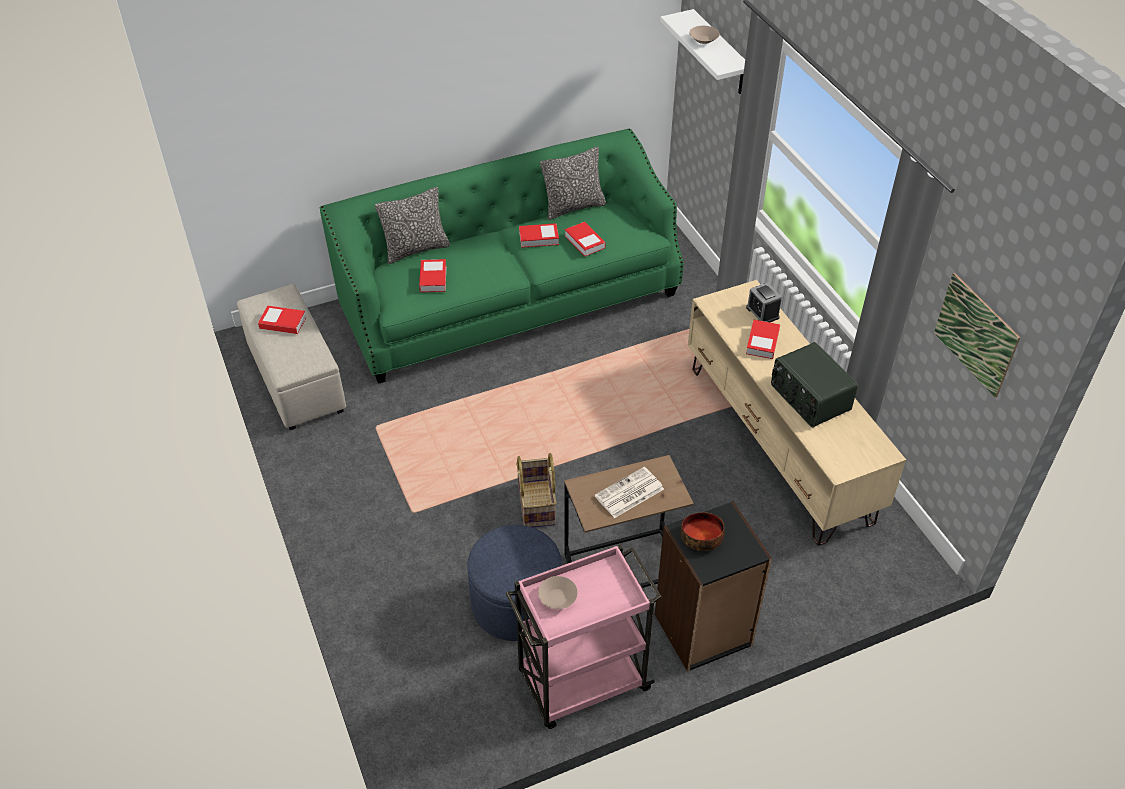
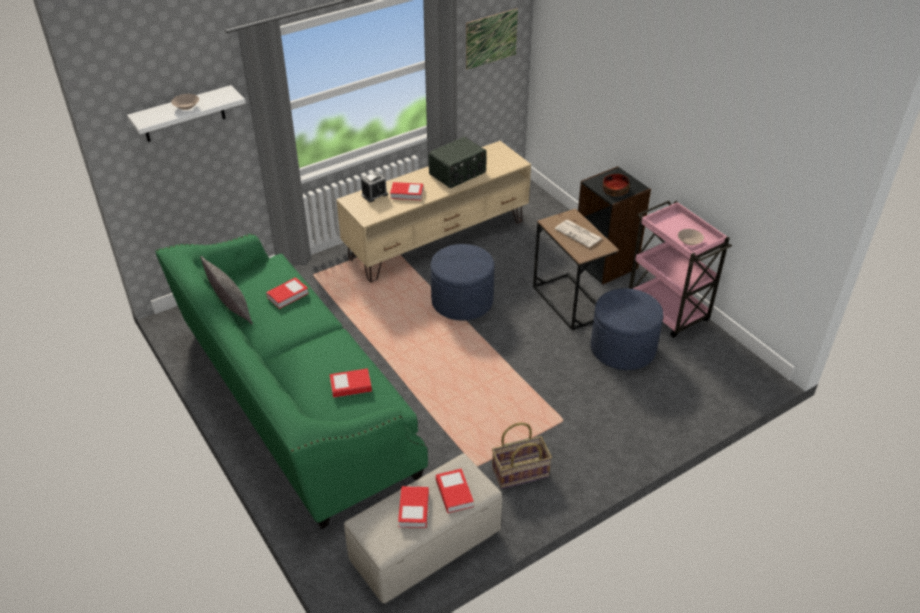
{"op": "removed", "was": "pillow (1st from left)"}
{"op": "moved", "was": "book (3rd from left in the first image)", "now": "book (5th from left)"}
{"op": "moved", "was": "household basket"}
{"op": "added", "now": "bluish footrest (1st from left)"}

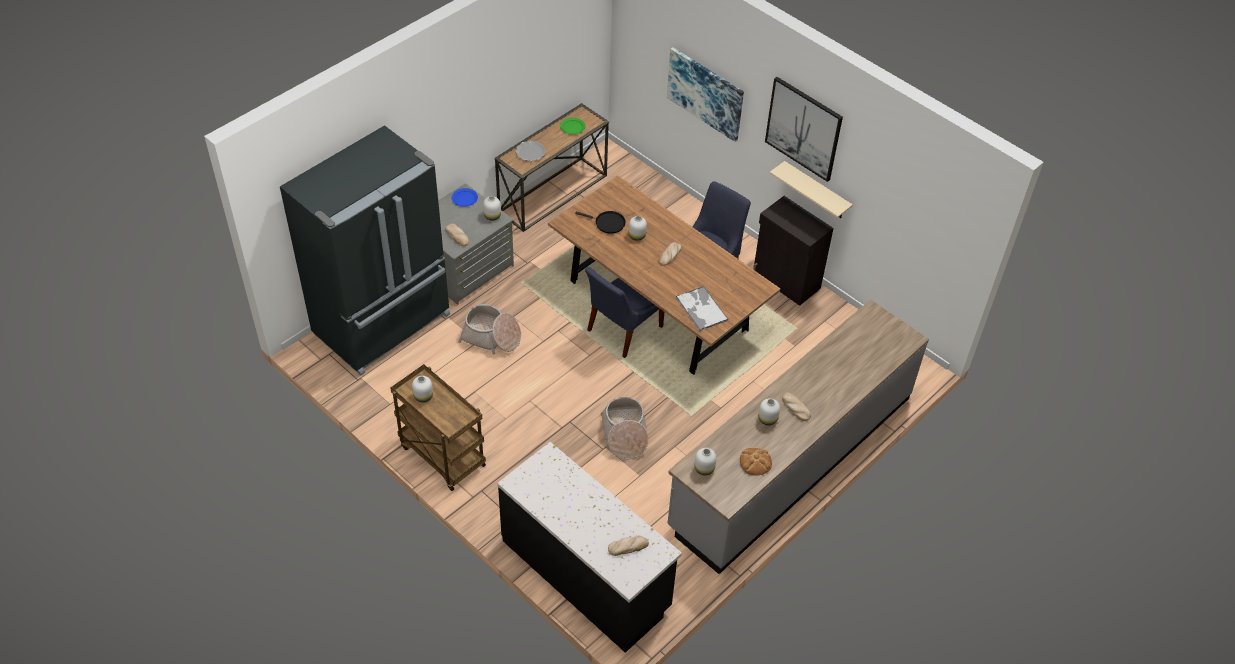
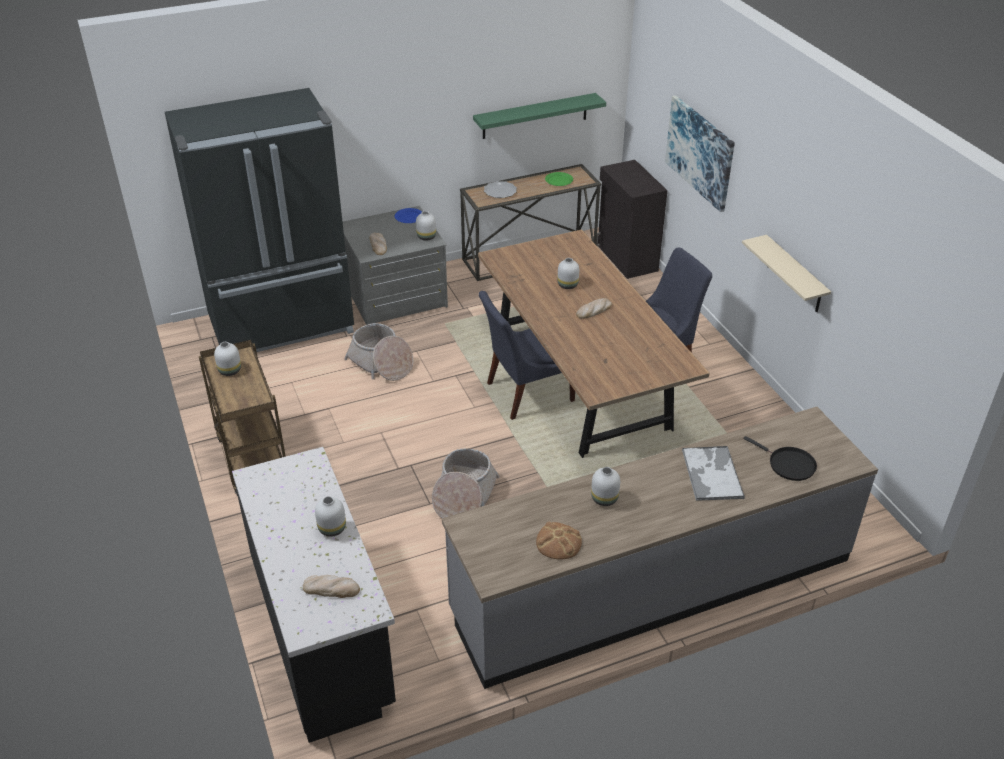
{"op": "removed", "was": "picture (2nd from left)"}
{"op": "moved", "was": "blackish cabinet"}
{"op": "moved", "was": "blackish frying pan"}
{"op": "moved", "was": "tray"}
{"op": "removed", "was": "bakery bread (5th from left)"}
{"op": "moved", "was": "white flower vase (4th from left in the first image)", "now": "white flower vase (2nd from left)"}
{"op": "added", "now": "green-coloured shelf"}

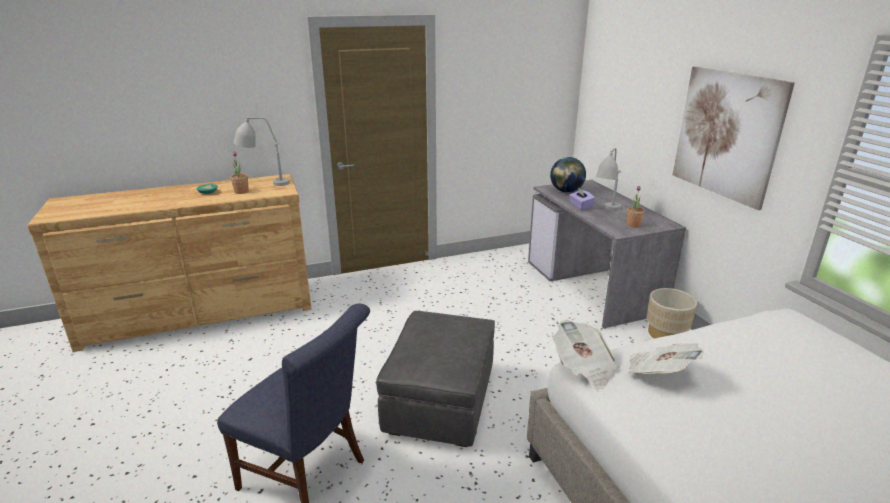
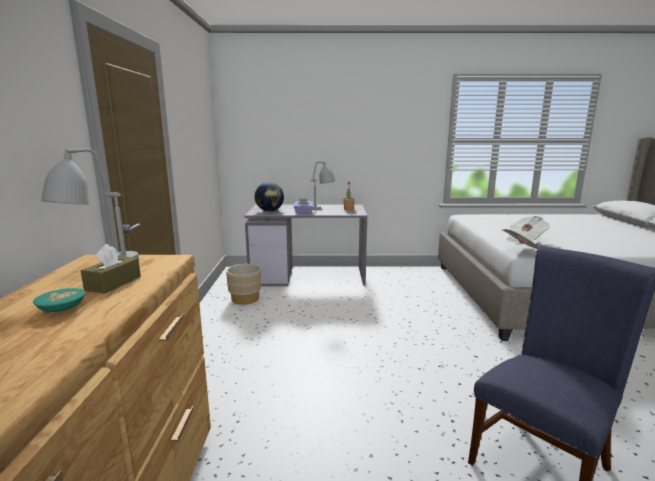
{"op": "removed", "was": "picture"}
{"op": "replaced", "was": "plant in a pot (1st from left)", "now": "brownish tissue holder"}
{"op": "moved", "was": "beige-coloured planter"}
{"op": "removed", "was": "gray footrest"}

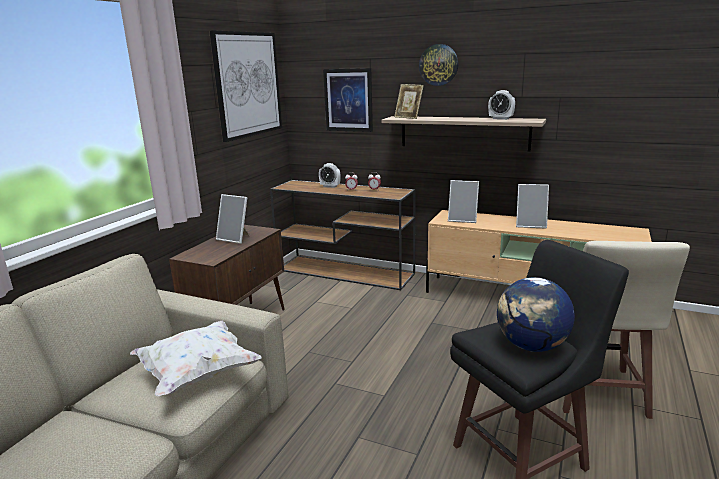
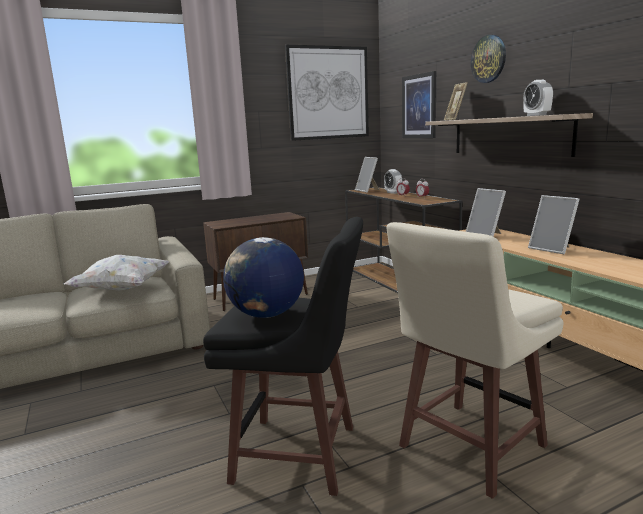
{"op": "moved", "was": "picture frame (1st from left)"}

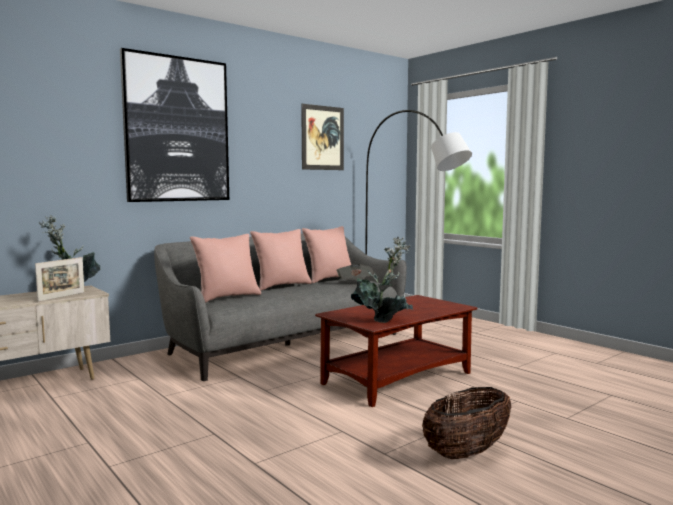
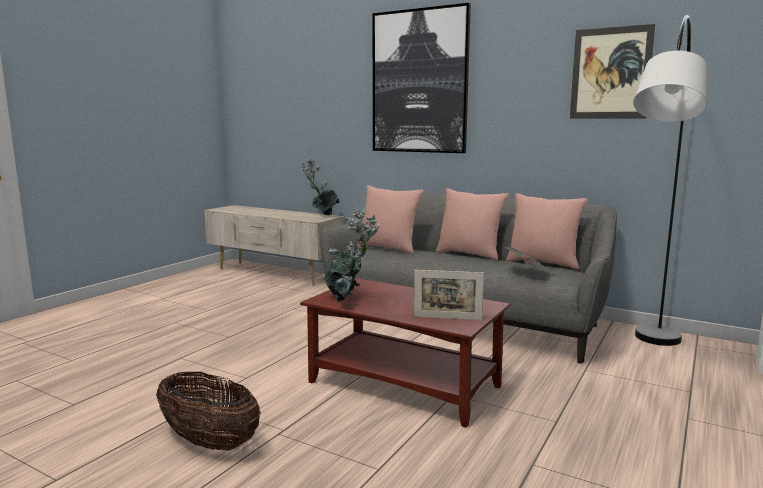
{"op": "moved", "was": "picture frame"}

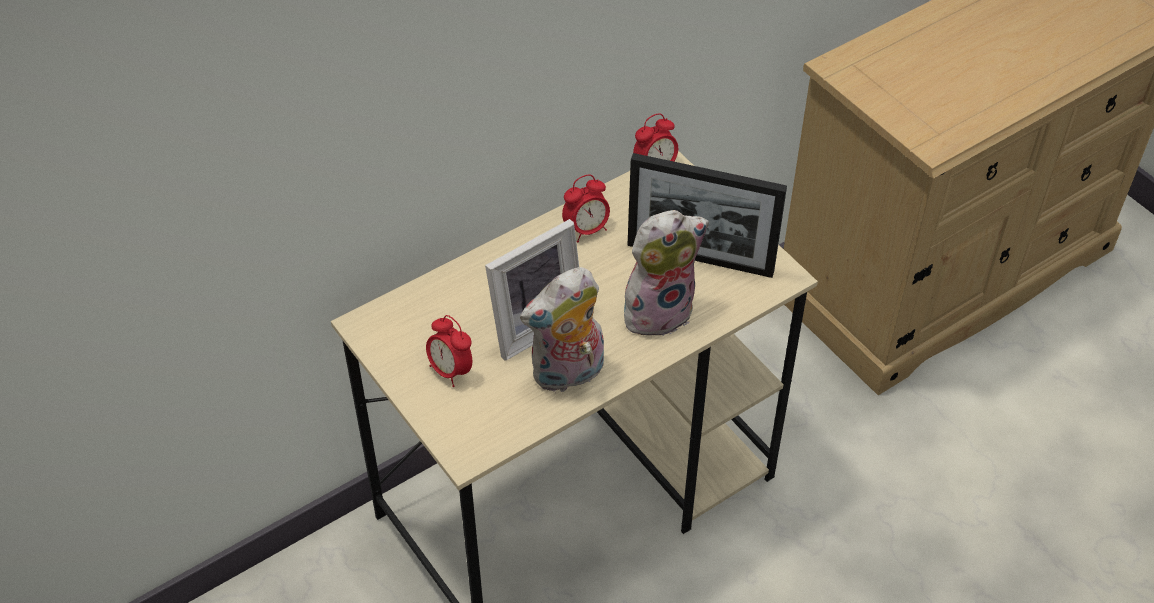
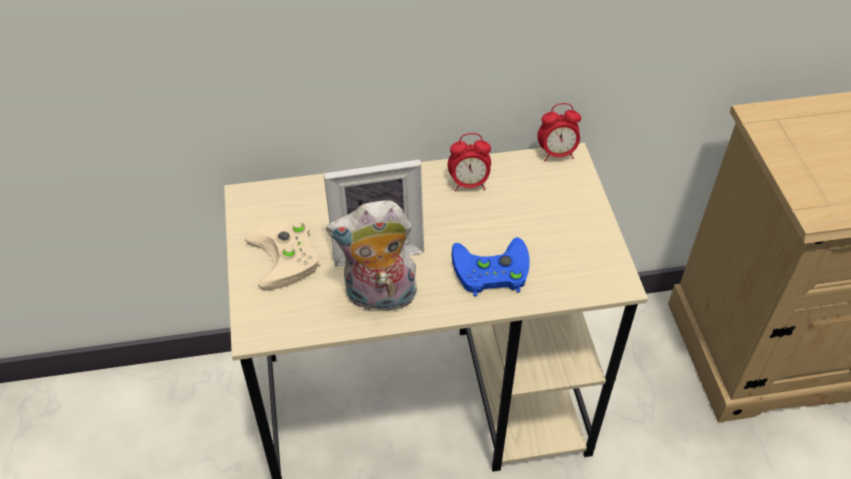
{"op": "removed", "was": "picture frame (2nd from left)"}
{"op": "replaced", "was": "soft toy (2nd from left)", "now": "bluish joypad"}
{"op": "replaced", "was": "bedside clock (1st from left)", "now": "beige-coloured joypad"}

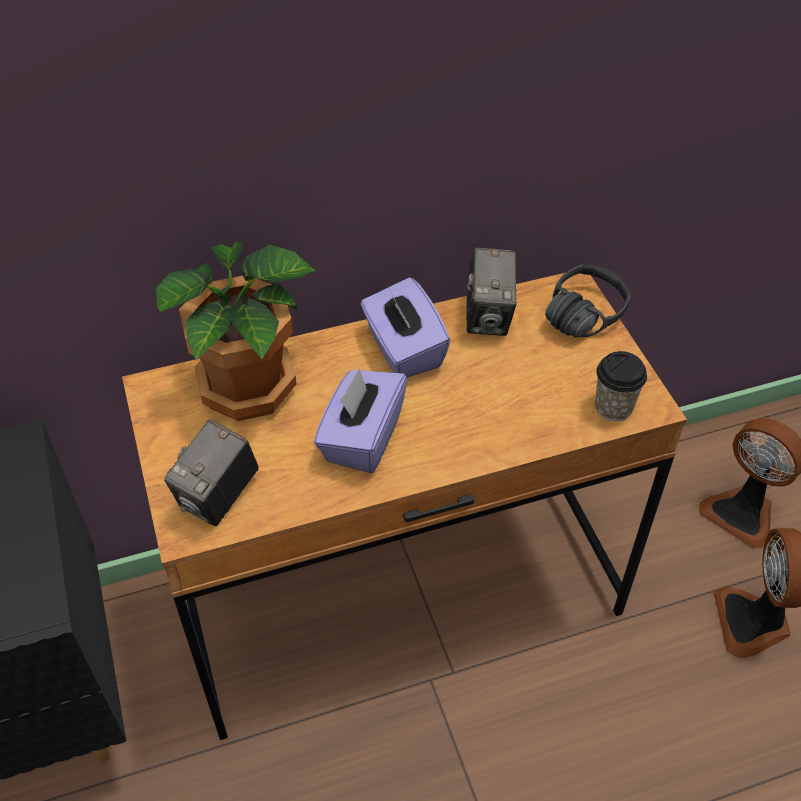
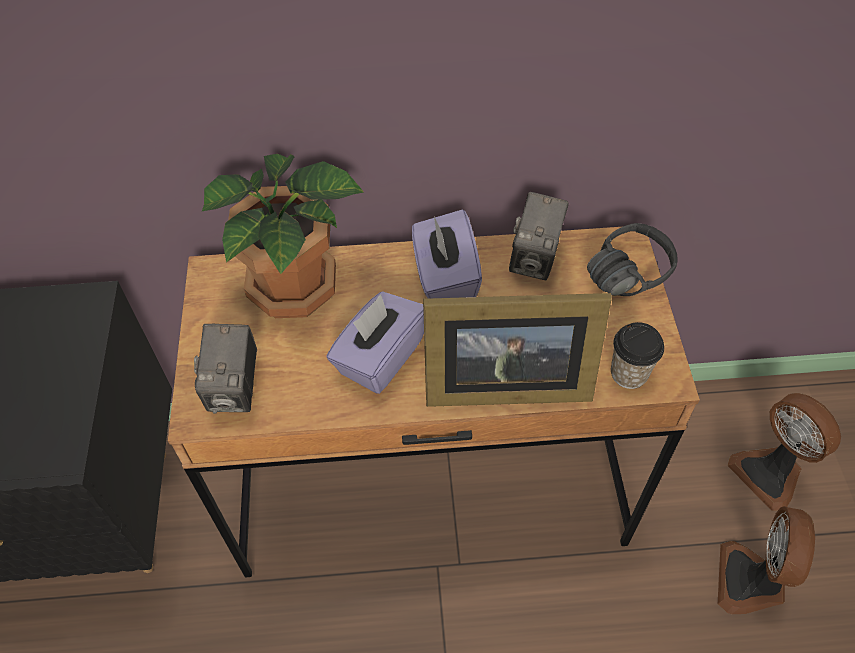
{"op": "turned", "was": "still camera (1st from left)", "clockwise": -45}
{"op": "added", "now": "picture frame"}

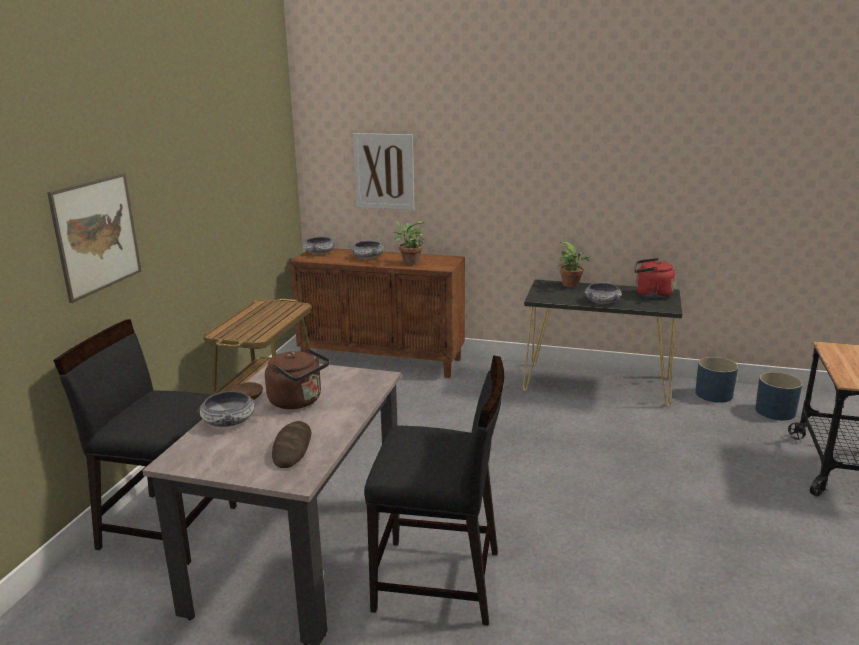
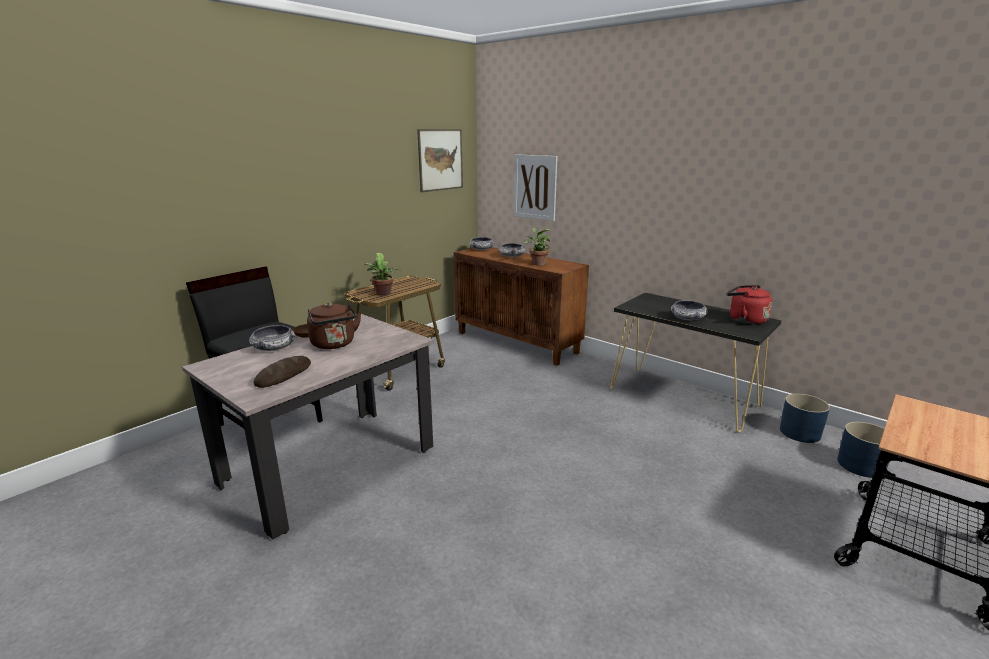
{"op": "moved", "was": "picture (1st from left)"}
{"op": "moved", "was": "plant in a pot (2nd from left in the first image)", "now": "plant in a pot (1st from left)"}
{"op": "removed", "was": "blackish plain chair (2nd from left)"}

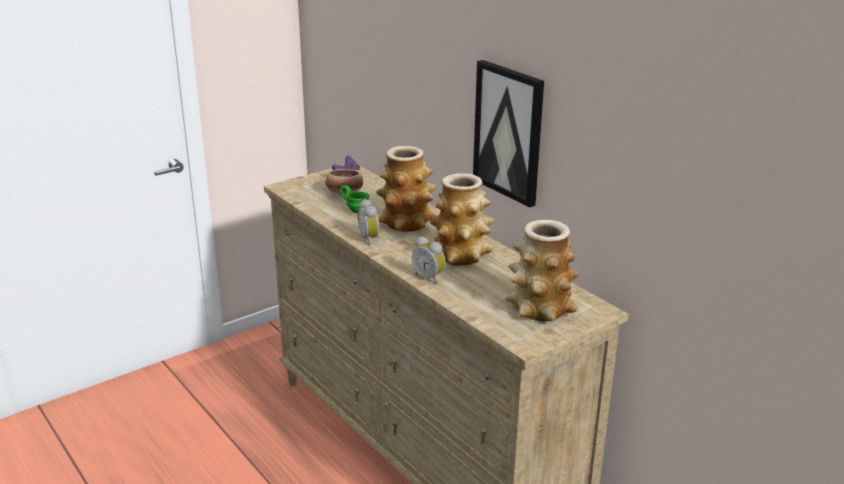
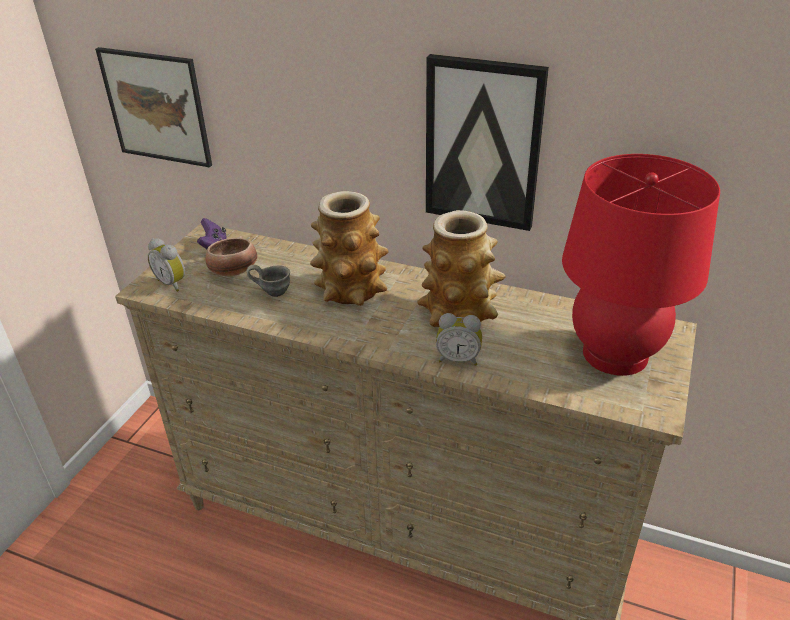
{"op": "recoloured", "was": "green-coloured mug", "now": "gray mug"}
{"op": "moved", "was": "bedside clock (1st from left)"}
{"op": "replaced", "was": "flower vase (3rd from left)", "now": "reddish table lamp"}
{"op": "added", "now": "picture (1st from left)"}

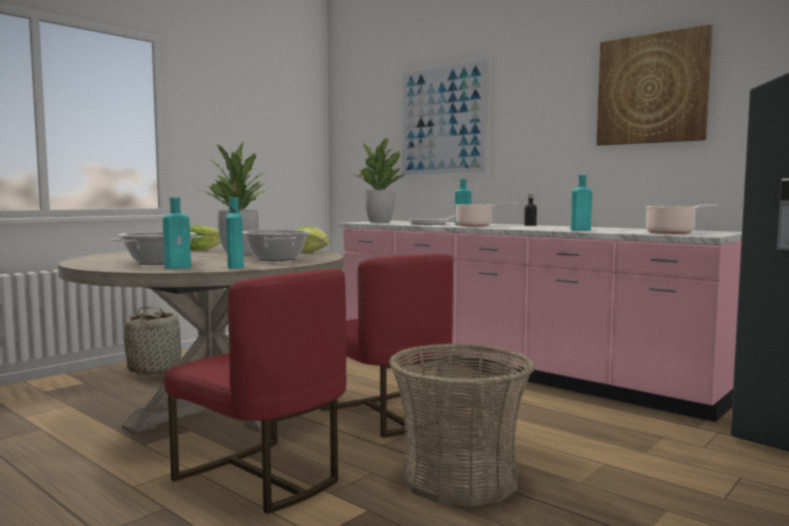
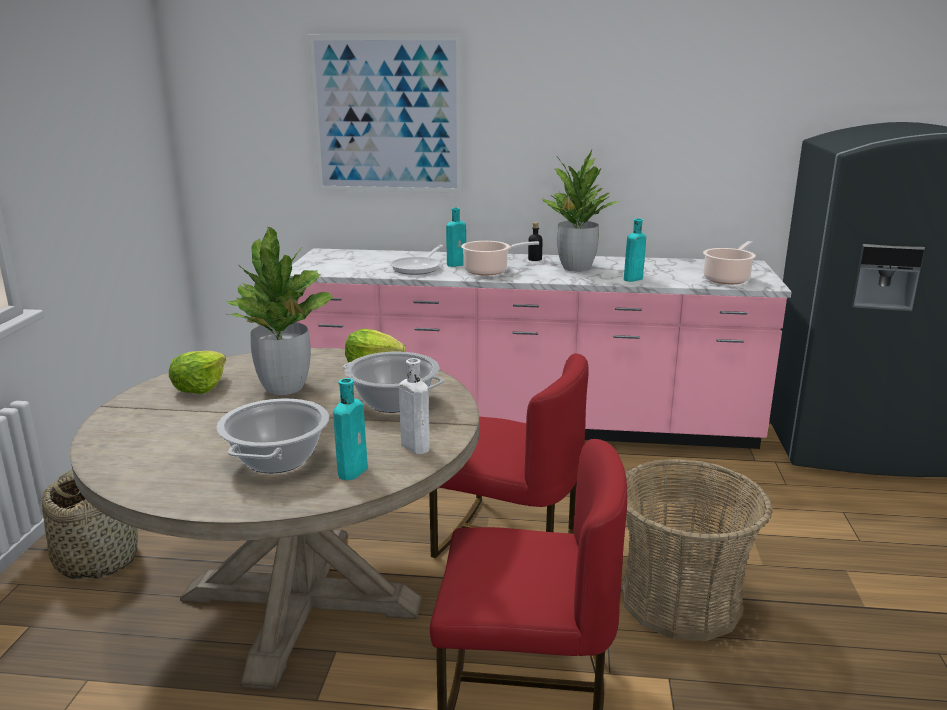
{"op": "removed", "was": "picture (2nd from left)"}
{"op": "moved", "was": "plant in a pot (2nd from left)"}
{"op": "recoloured", "was": "blue-green beverage bottle (2nd from left)", "now": "white beverage bottle"}

